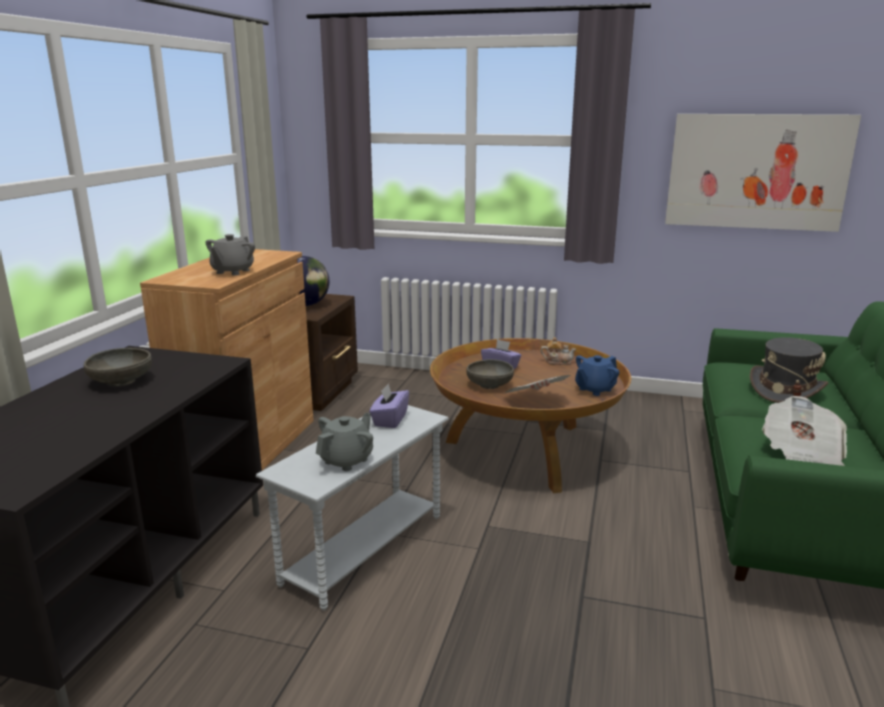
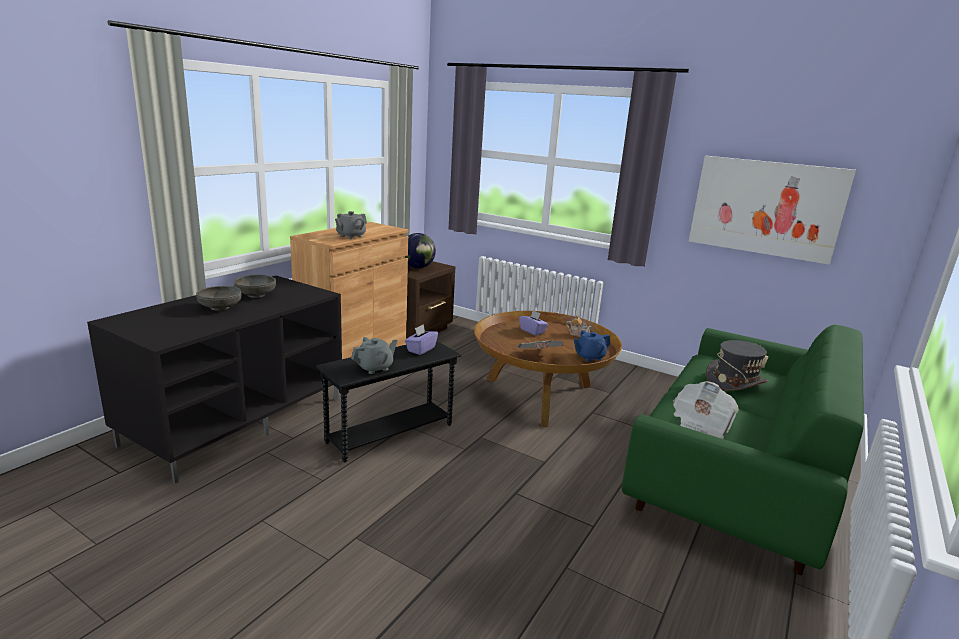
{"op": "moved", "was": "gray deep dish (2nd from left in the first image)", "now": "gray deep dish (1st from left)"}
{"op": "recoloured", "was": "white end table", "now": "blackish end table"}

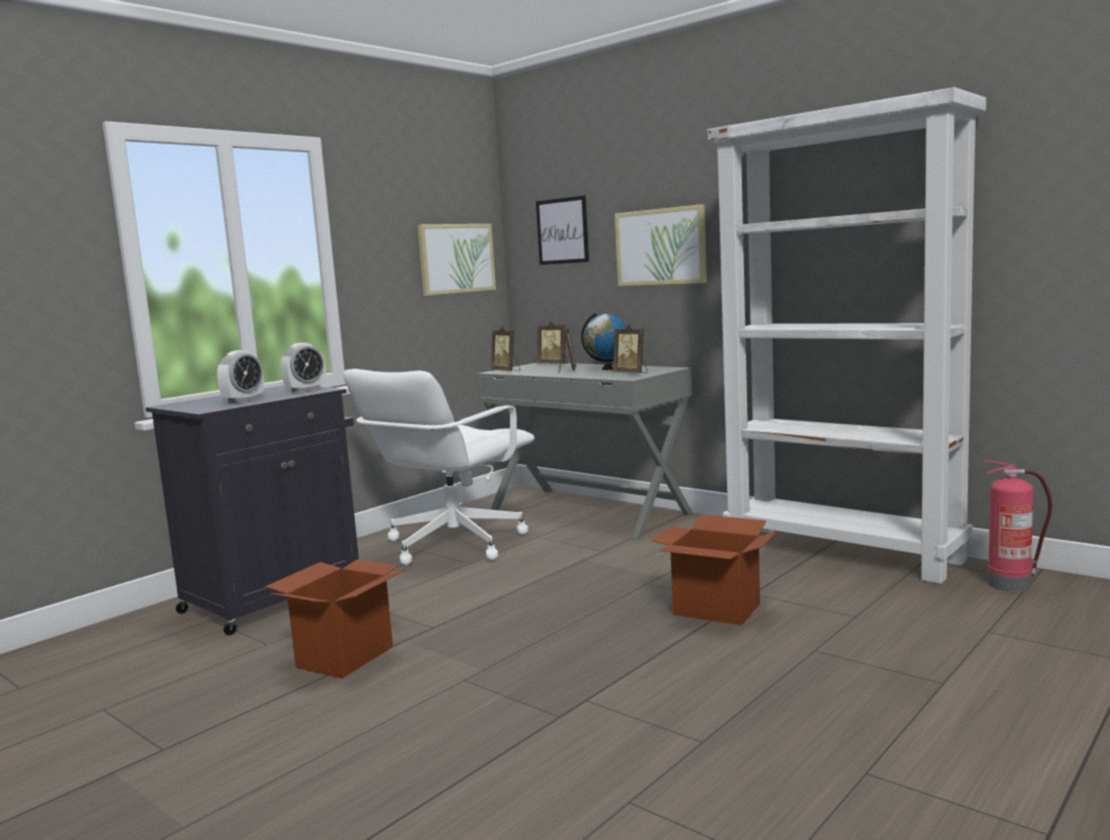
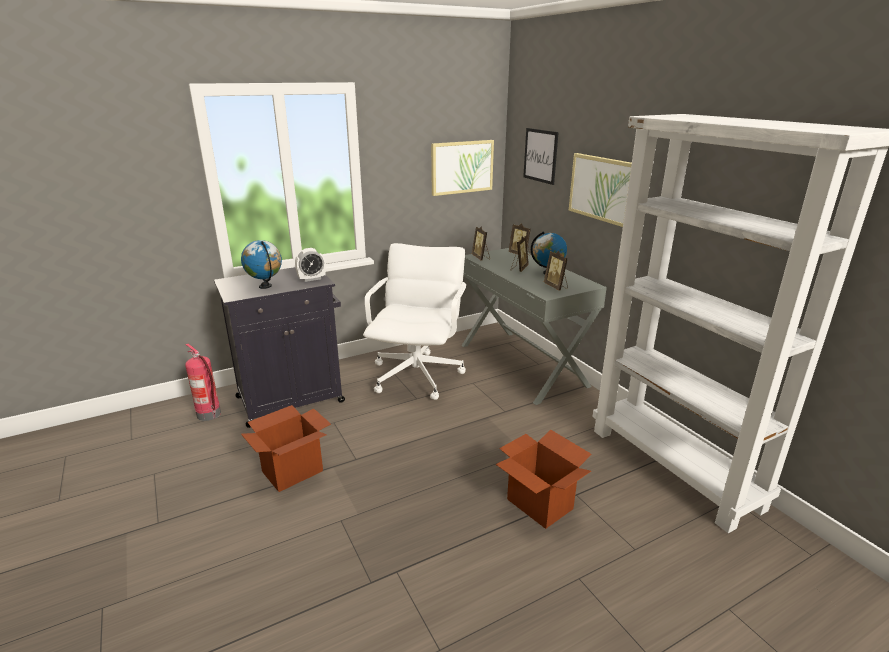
{"op": "replaced", "was": "bedside clock (1st from left)", "now": "globe (1st from left)"}
{"op": "turned", "was": "white office chair", "clockwise": 135}
{"op": "moved", "was": "extinguisher"}

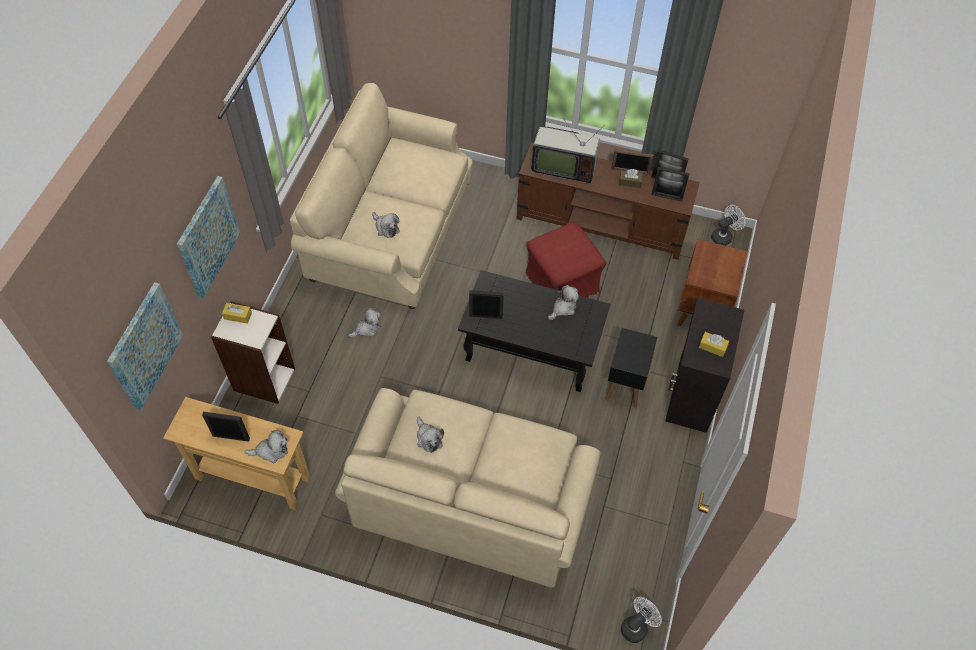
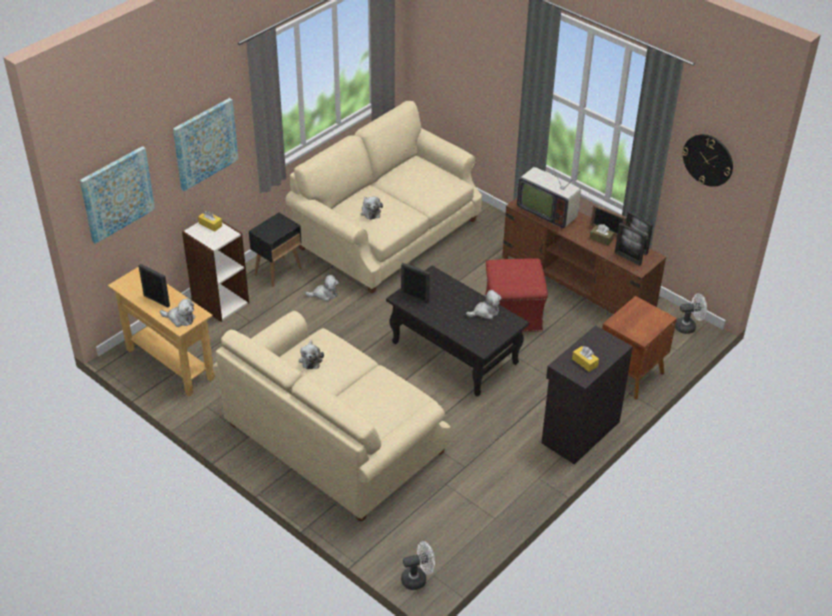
{"op": "moved", "was": "blackish end table"}
{"op": "added", "now": "hanging clock"}

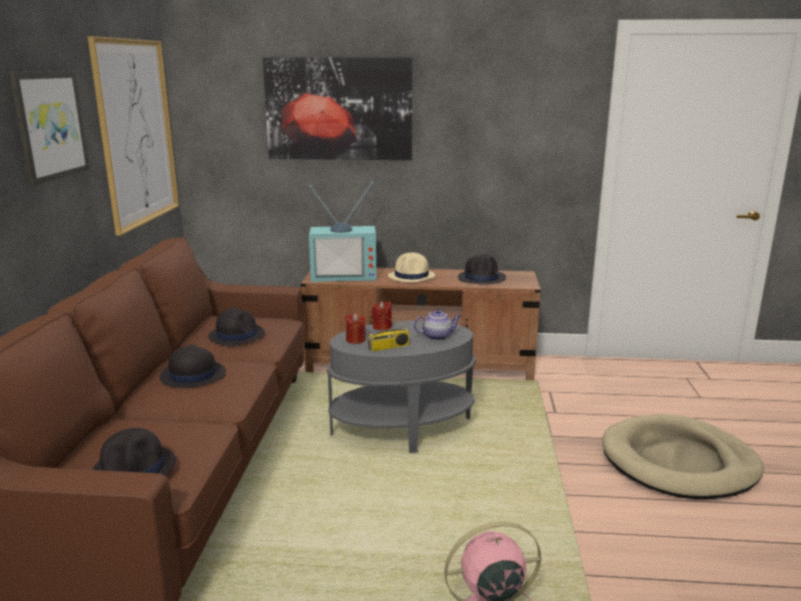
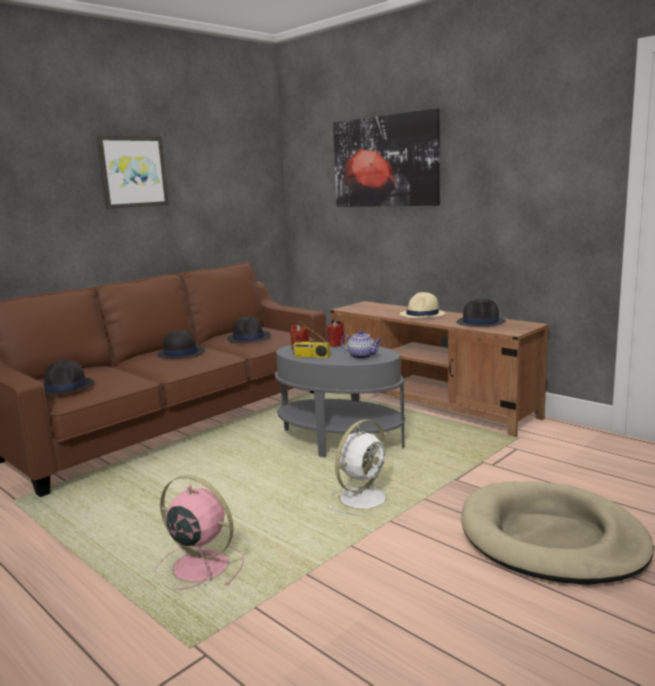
{"op": "removed", "was": "picture (2nd from left)"}
{"op": "removed", "was": "television"}
{"op": "added", "now": "white fan"}

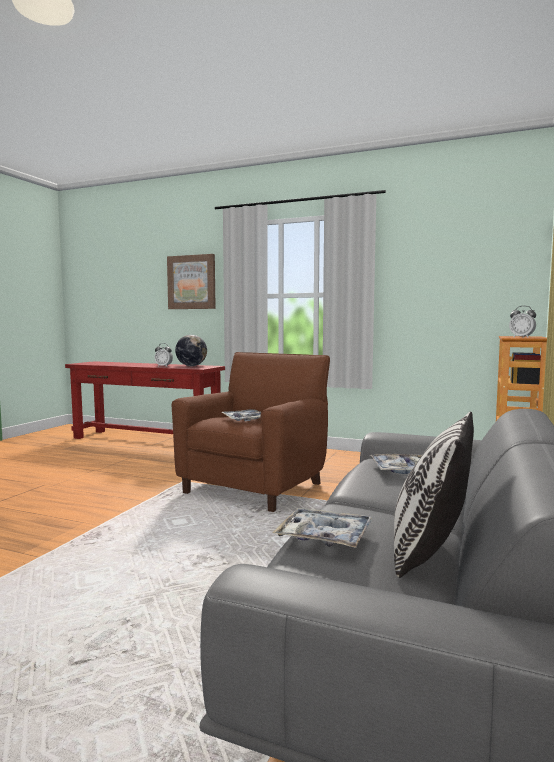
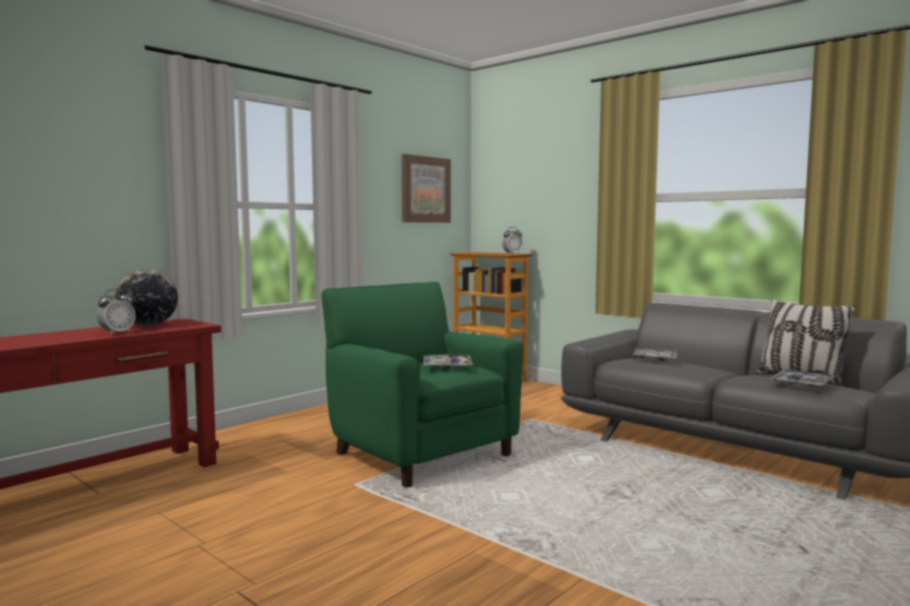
{"op": "moved", "was": "picture"}
{"op": "recoloured", "was": "brownish armchair", "now": "green-coloured armchair"}

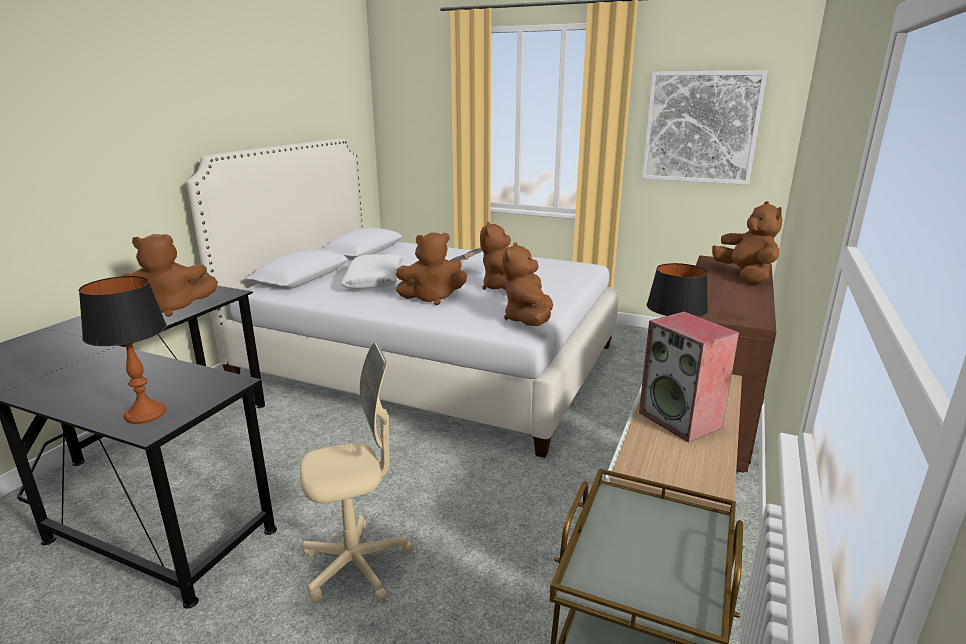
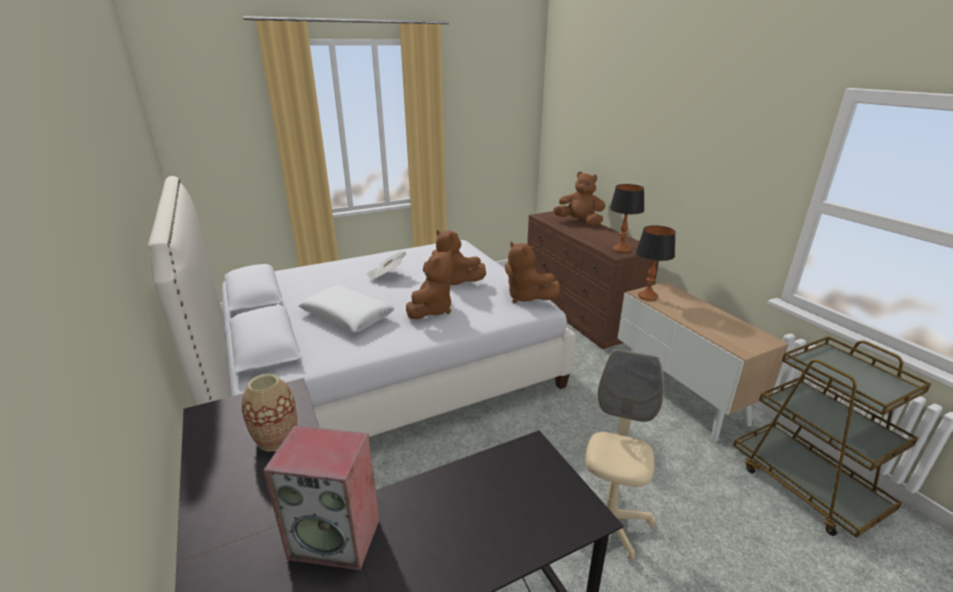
{"op": "removed", "was": "picture"}
{"op": "replaced", "was": "brownish soft toy (1st from left)", "now": "flower vase"}
{"op": "moved", "was": "table lamp (1st from left)"}
{"op": "moved", "was": "speaker"}

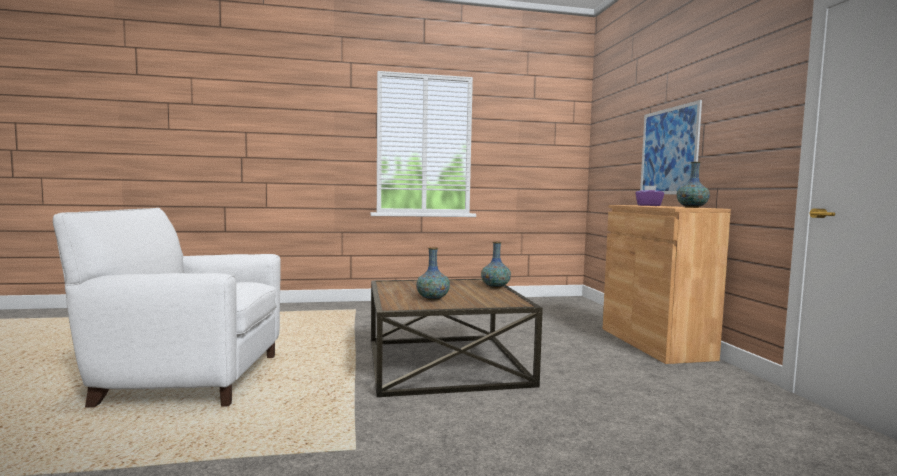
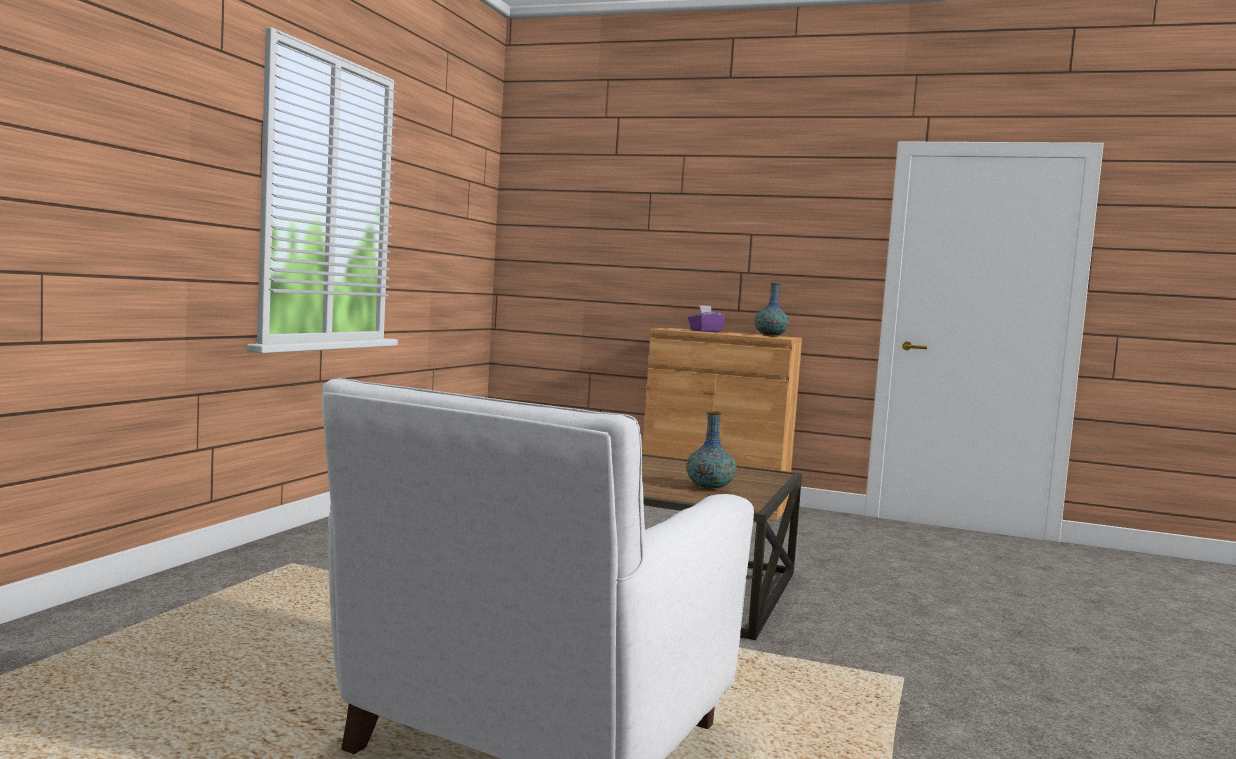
{"op": "removed", "was": "picture"}
{"op": "removed", "was": "flower vase (2nd from left)"}

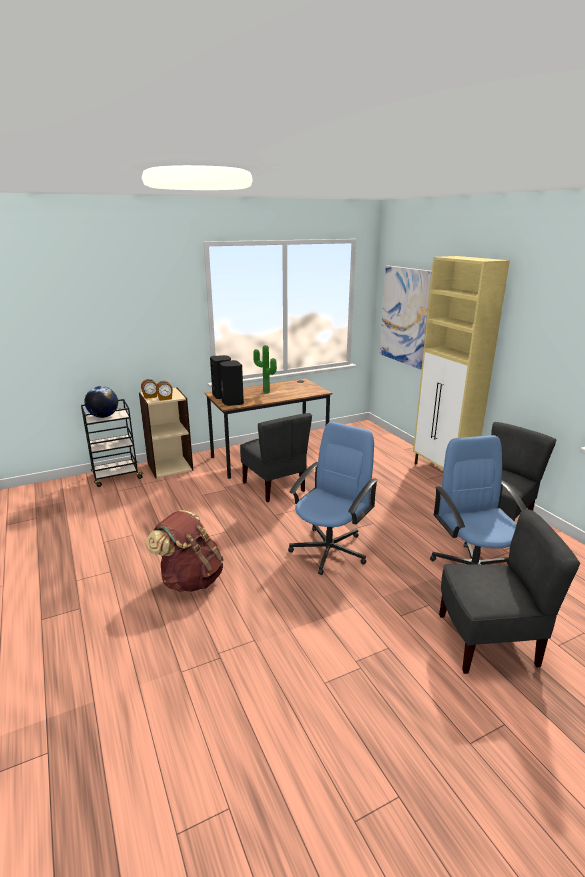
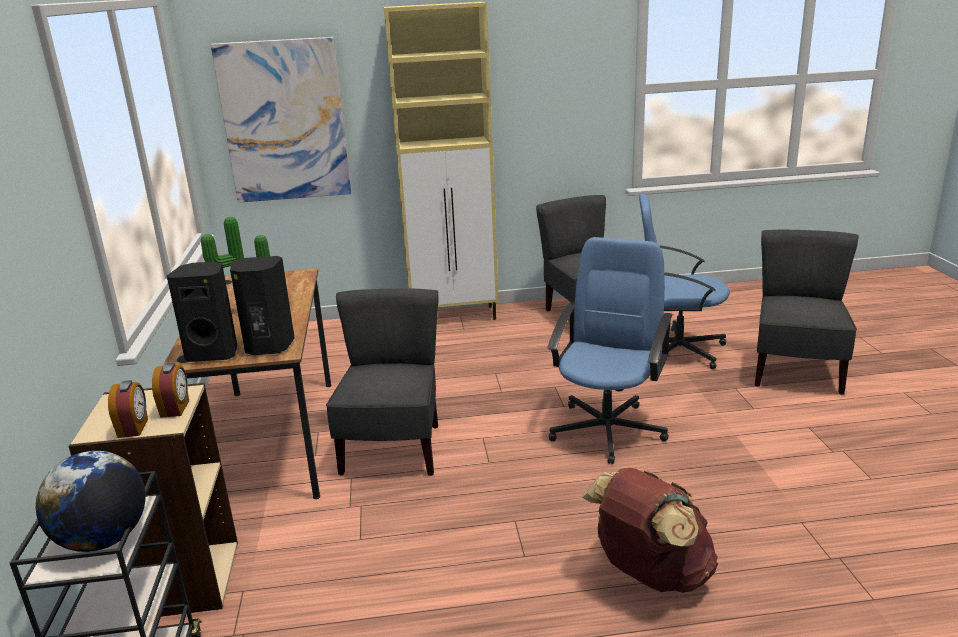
{"op": "turned", "was": "gray plain chair (1st from left)", "clockwise": -75}
{"op": "turned", "was": "bluish office chair (1st from left)", "clockwise": 60}

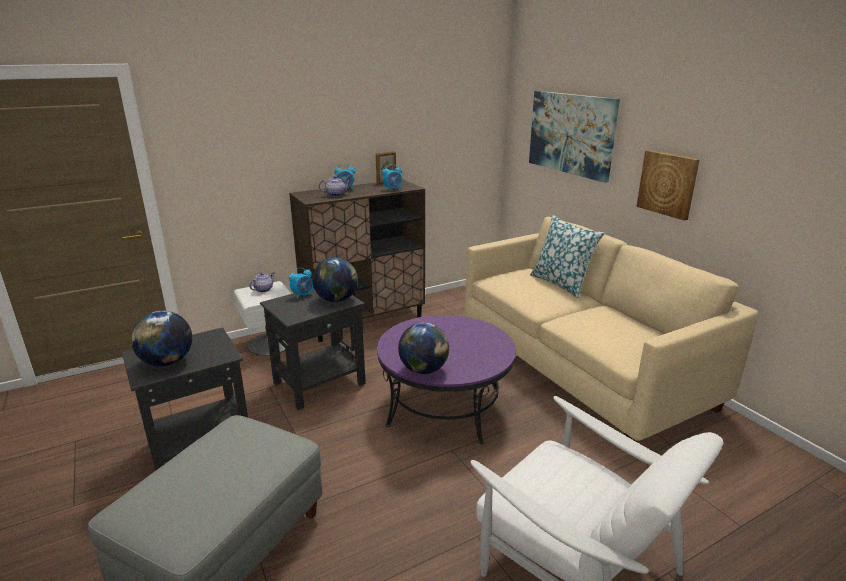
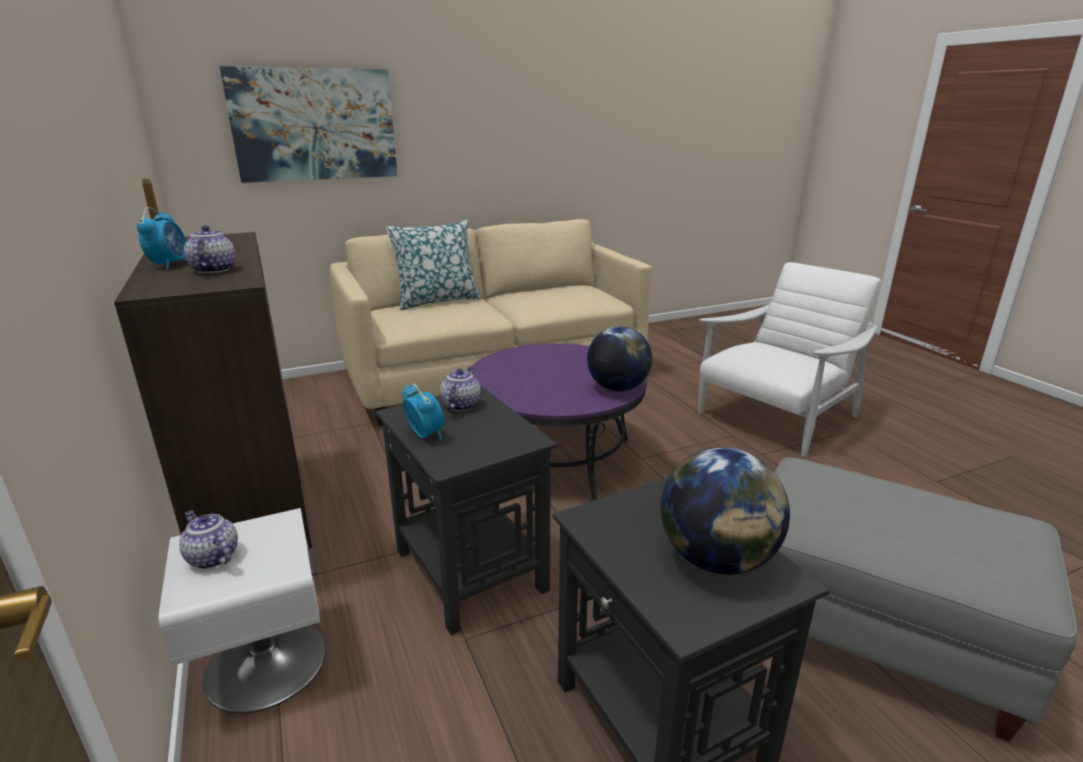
{"op": "removed", "was": "picture (2nd from left)"}
{"op": "removed", "was": "bedside clock (3rd from left)"}
{"op": "replaced", "was": "globe (2nd from left)", "now": "tea pot (3rd from left)"}

